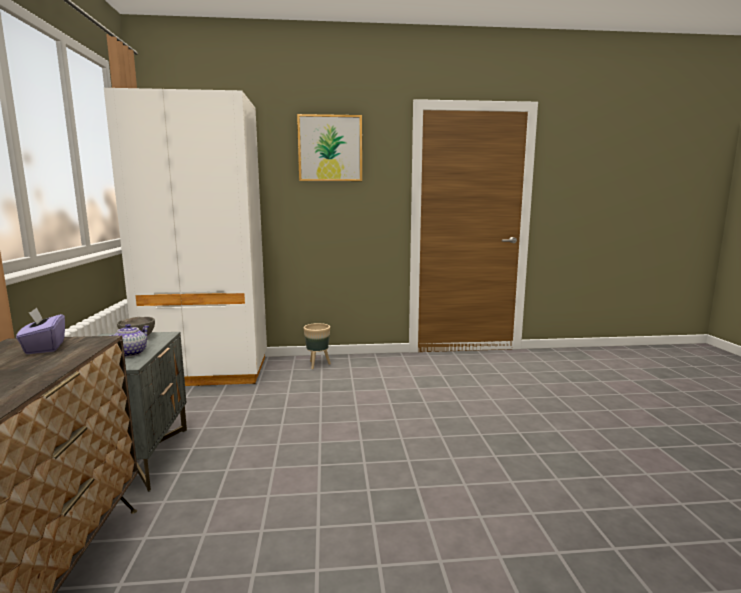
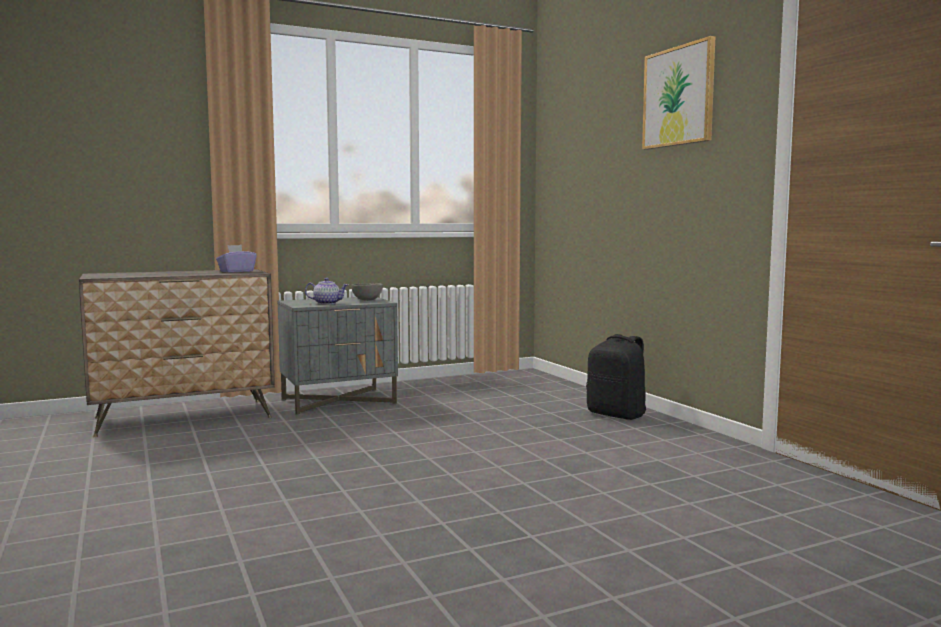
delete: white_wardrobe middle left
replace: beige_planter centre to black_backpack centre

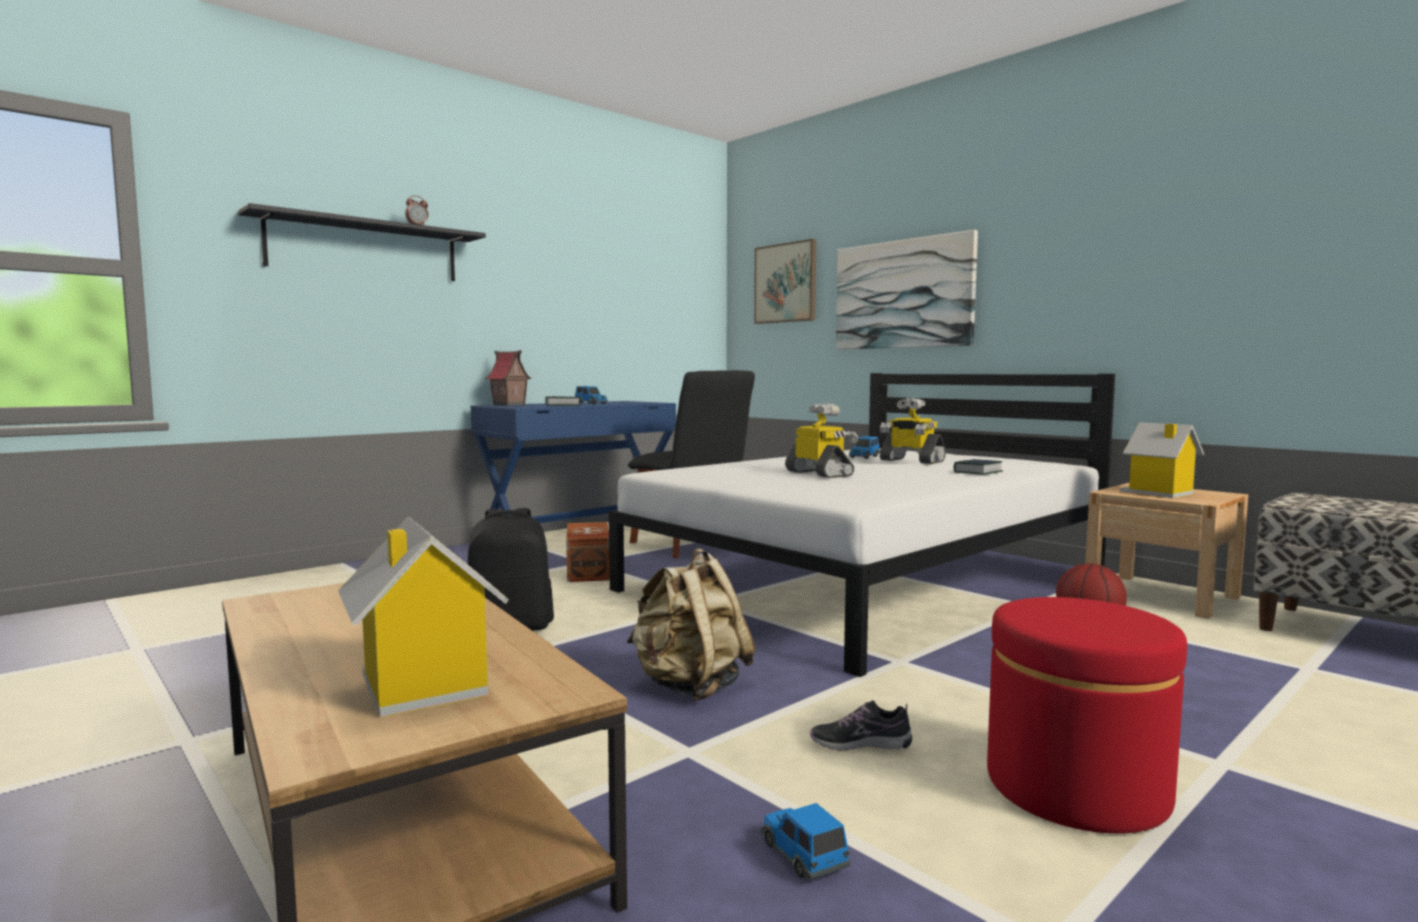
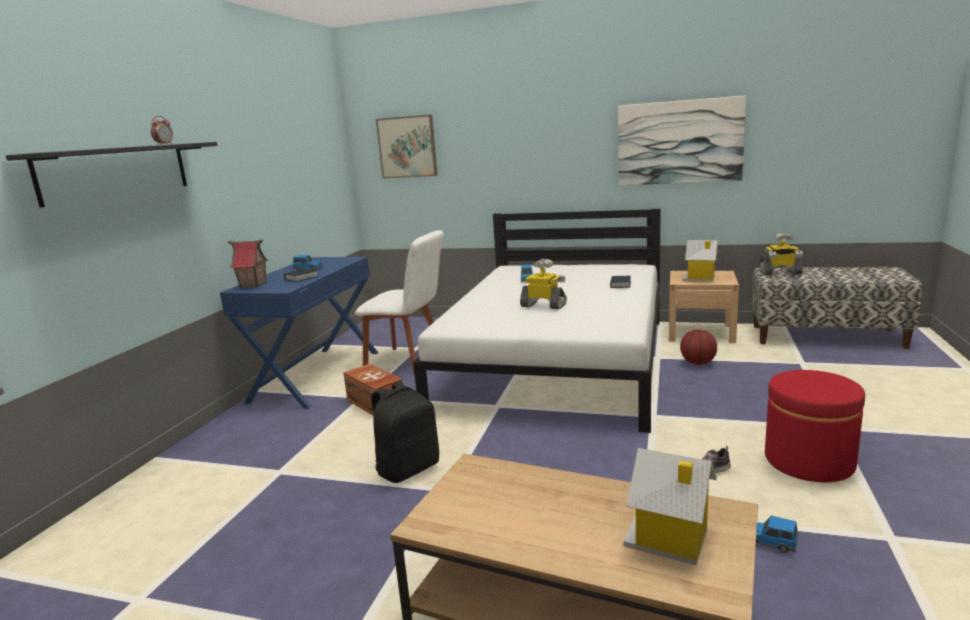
delete: beige_backpack bottom centre
move: picture (2nd from left) top centre to top right; toy_robot (2nd from left) centre to middle right
recolor: black_chair centre to white_chair centre

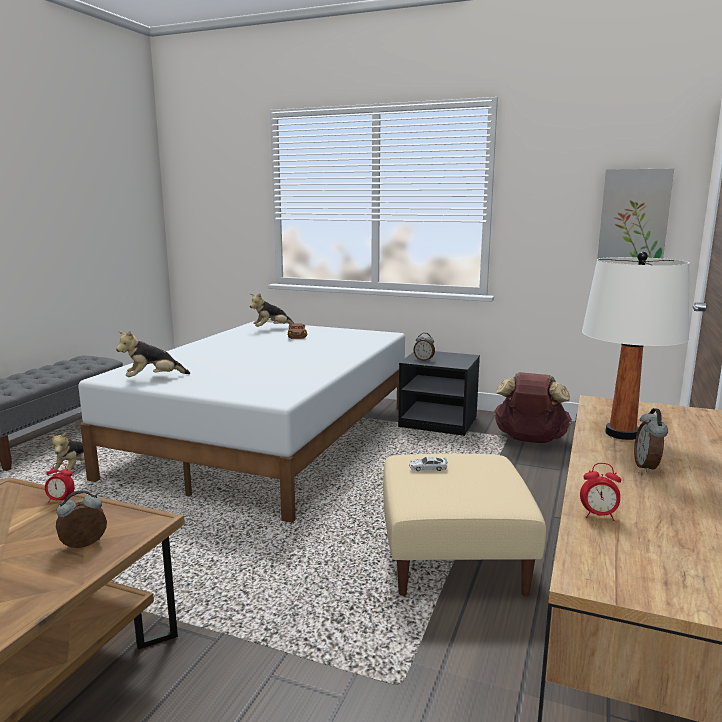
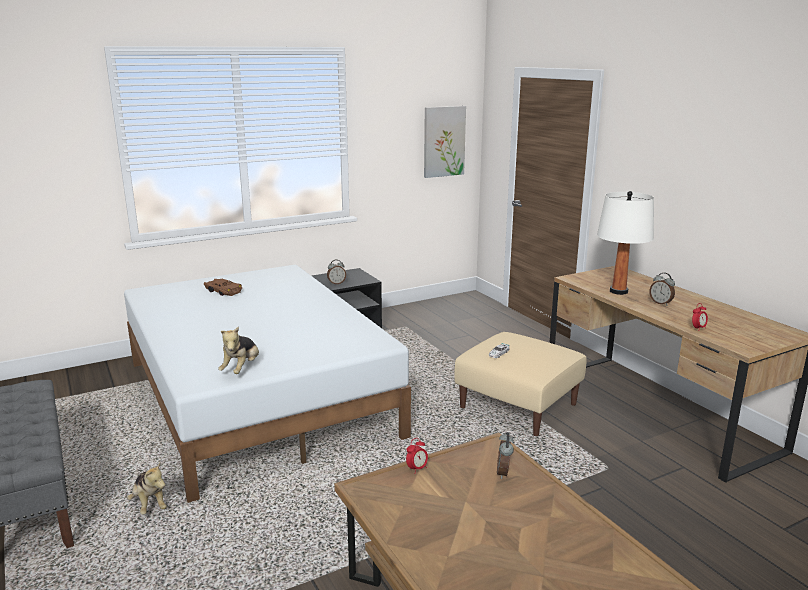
delete: plush_toy (3rd from left) centre; brown_backpack middle right

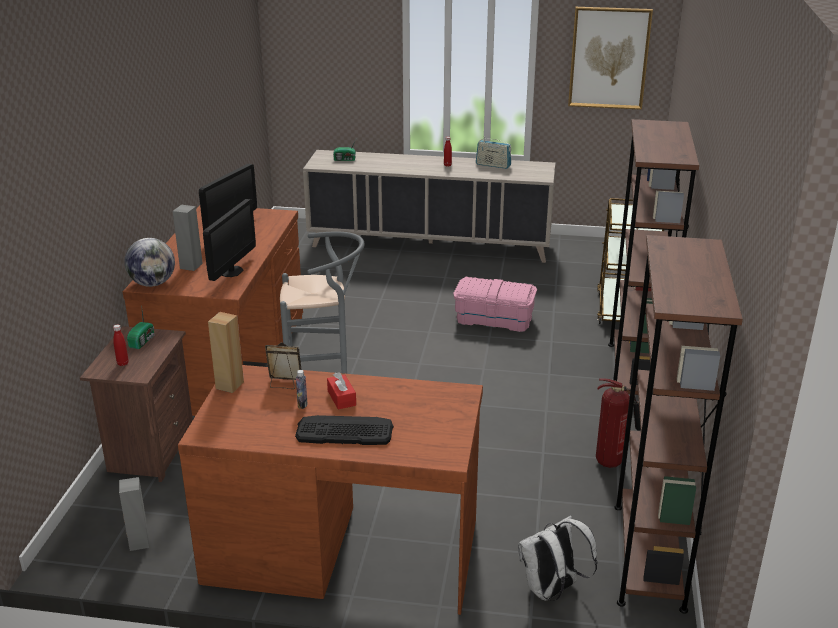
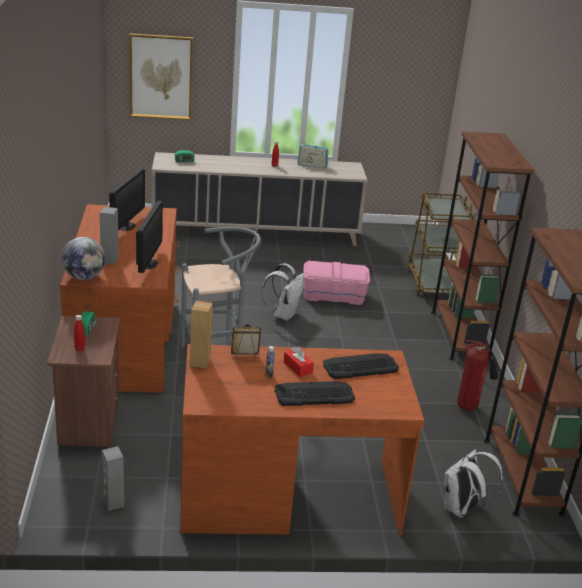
insert: white_backpack (1st from left) centre; keyboard (2nd from left) centre
move: picture top right to top left

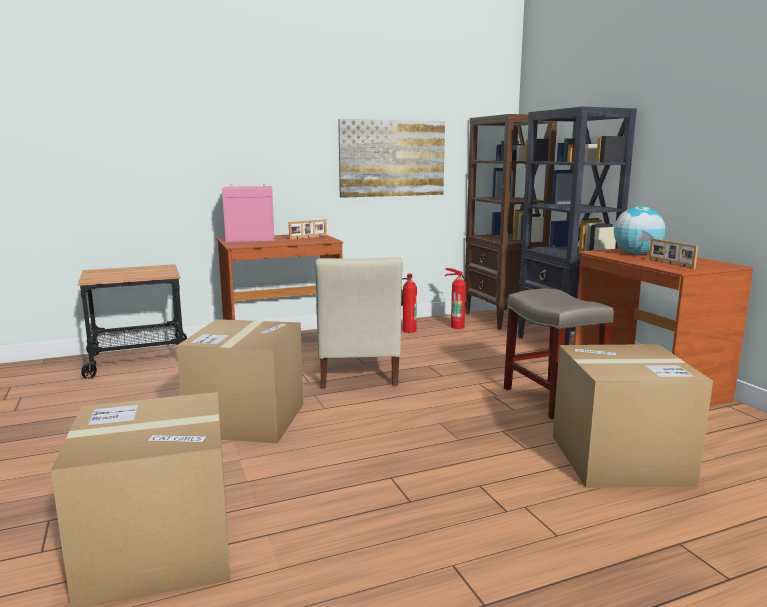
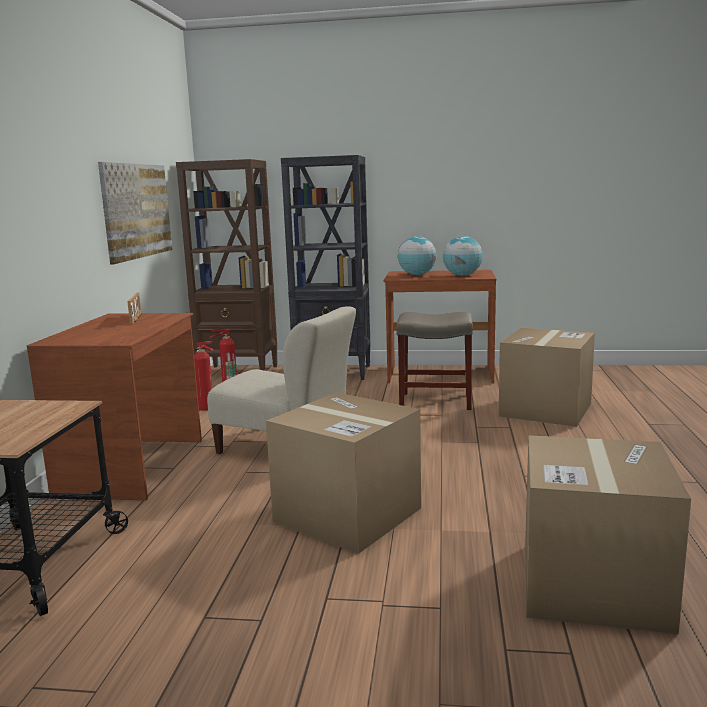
delete: pink_speaker middle left
replace: picture_frame (2nd from left) middle right to globe (2nd from left) centre

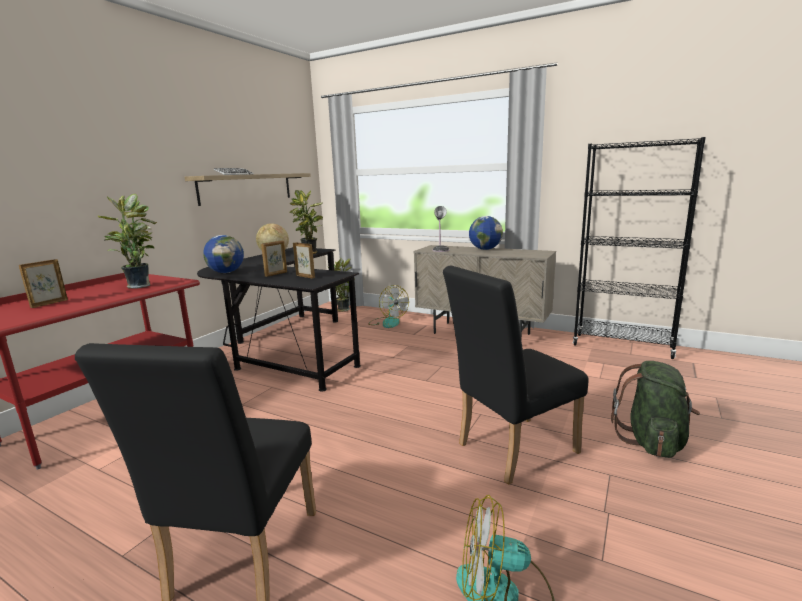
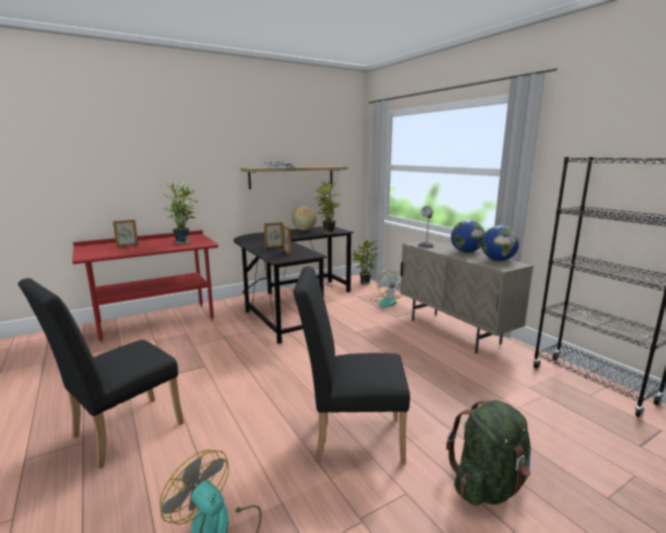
move: globe (1st from left in the first image) middle left to globe (3rd from left) middle right

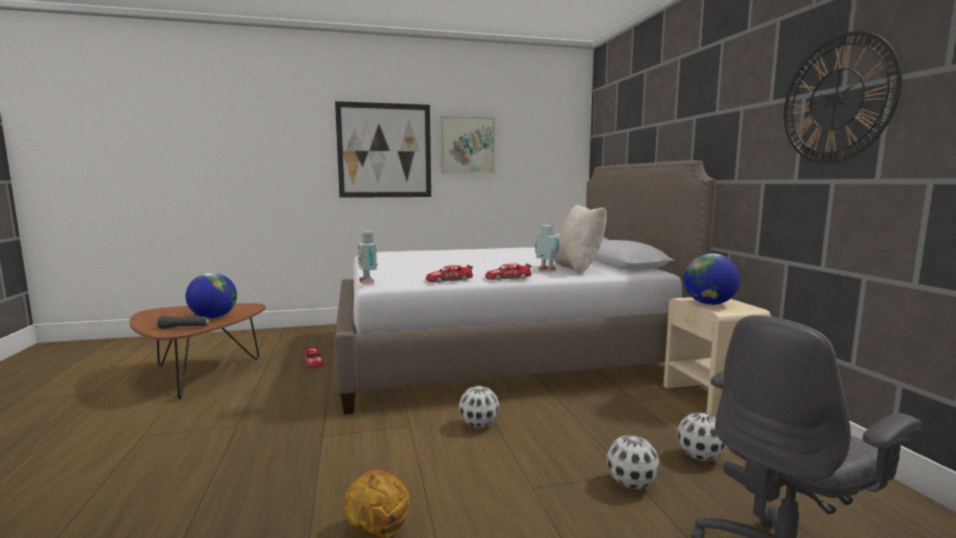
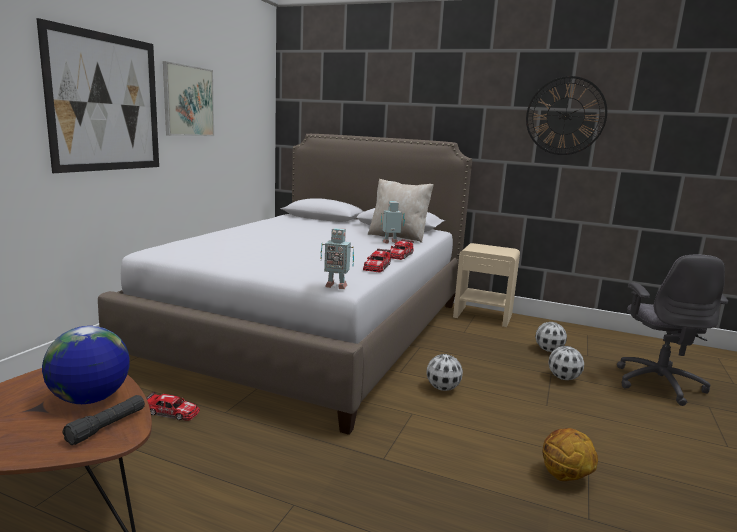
delete: globe (2nd from left) middle right

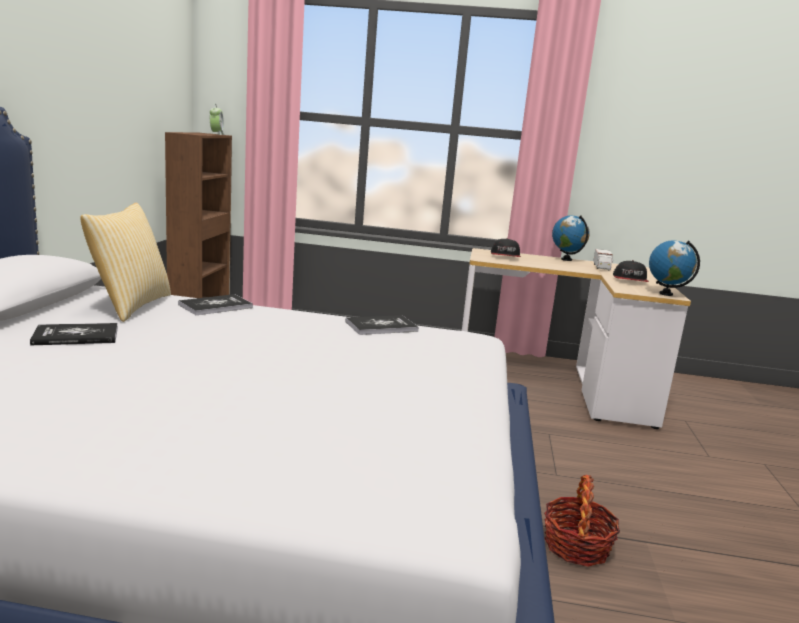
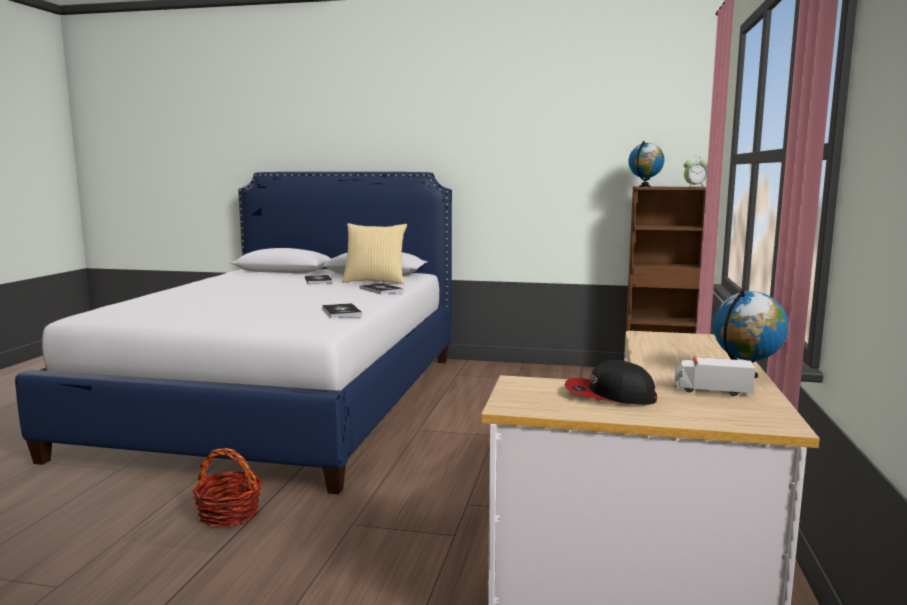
delete: cap (1st from left) centre
move: globe (2nd from left in the first image) middle right to globe (1st from left) top right

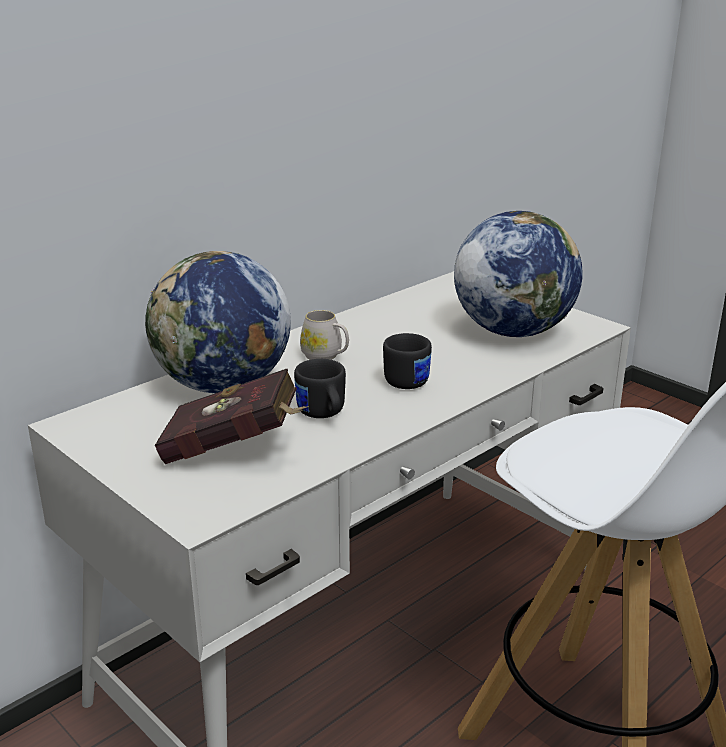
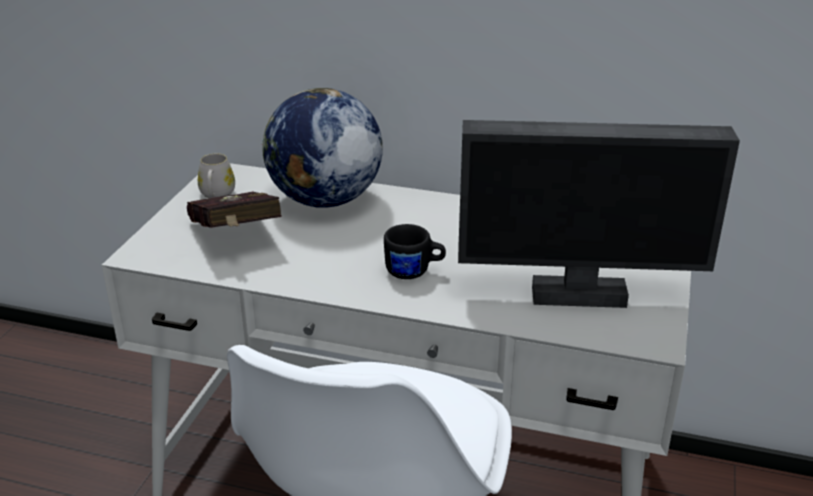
delete: black_mug (1st from left) centre
move: white_mug centre to middle left
replace: globe (2nd from left) middle right to monitor middle right

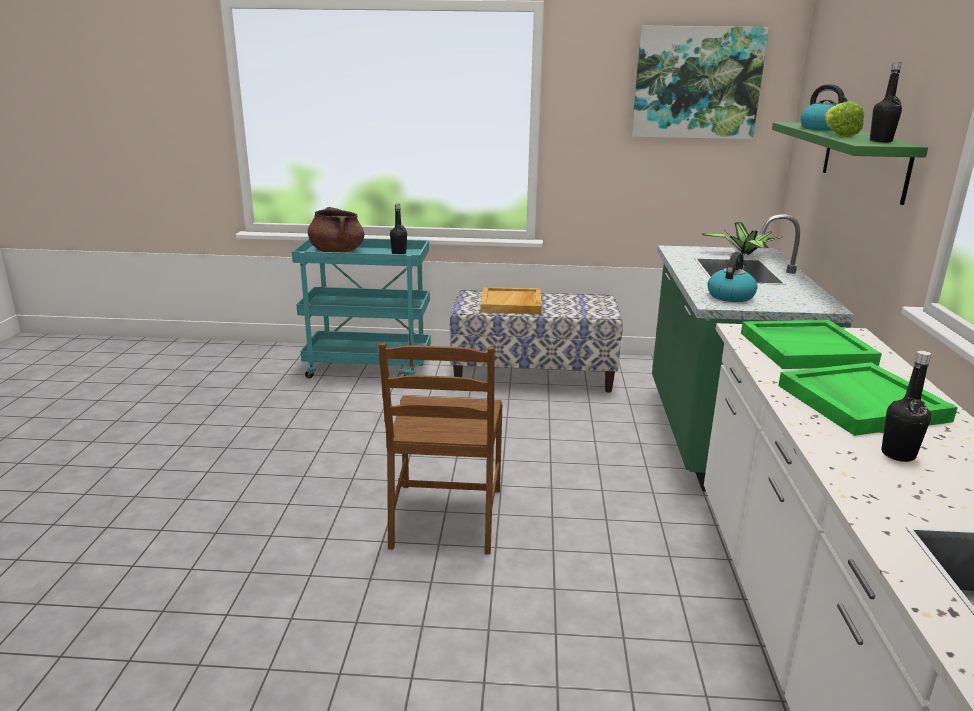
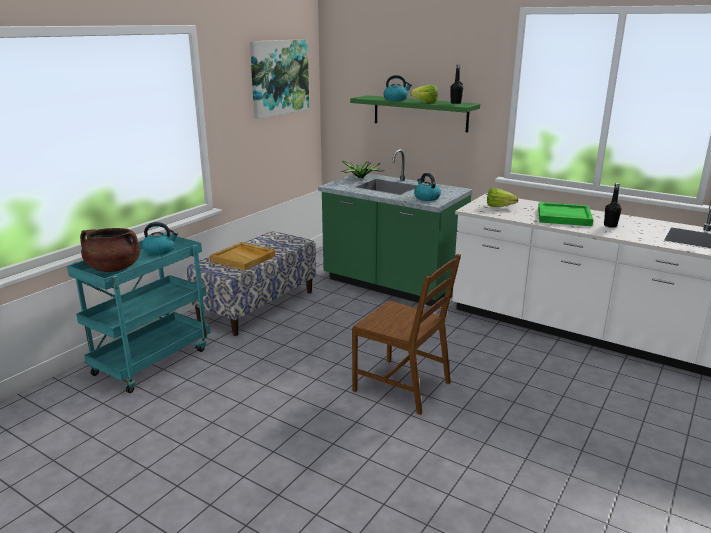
replace: black_bottle (1st from left) top centre to kettle (1st from left) middle left; green_tray (1st from left) middle right to lettuce (2nd from left) middle right

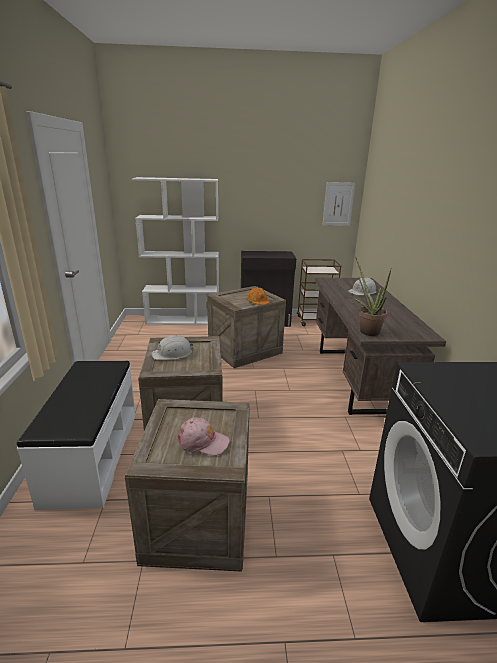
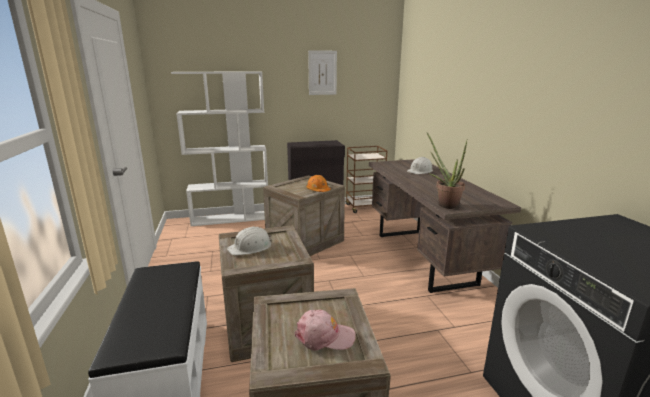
move: picture top right to top centre

